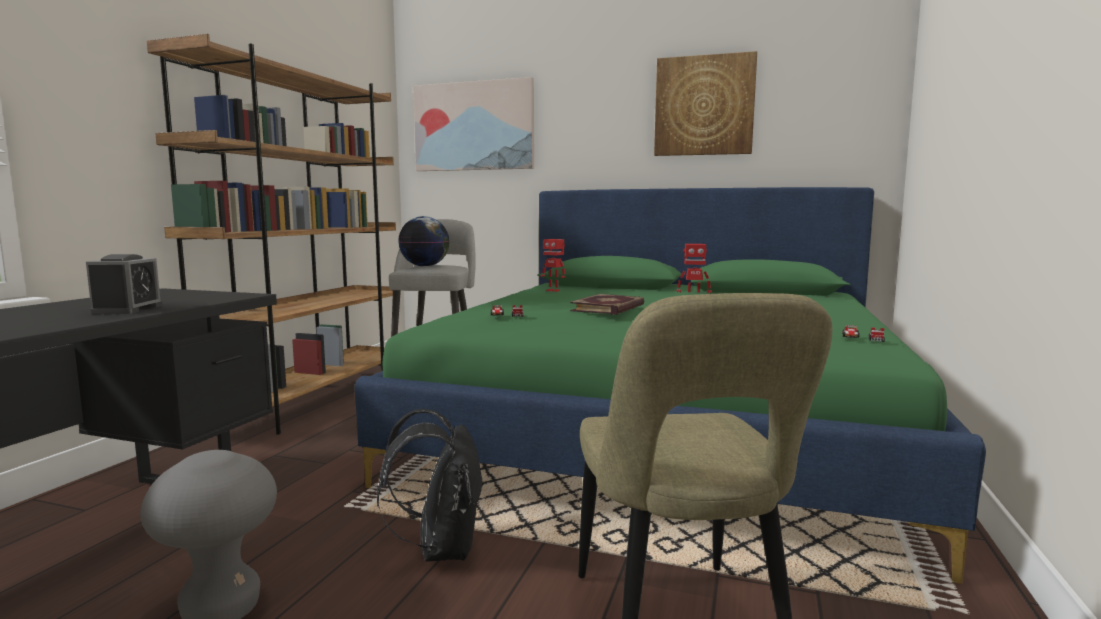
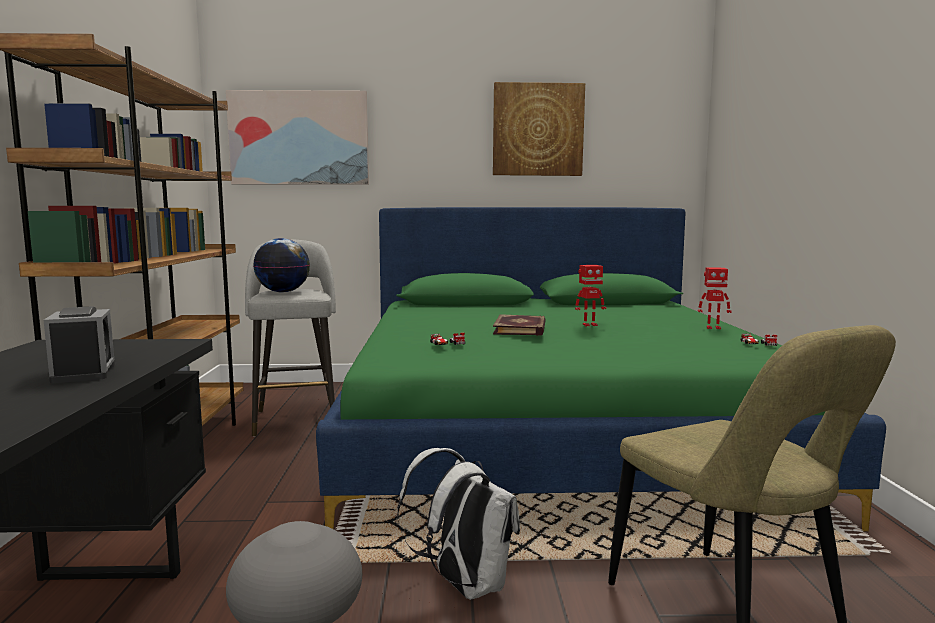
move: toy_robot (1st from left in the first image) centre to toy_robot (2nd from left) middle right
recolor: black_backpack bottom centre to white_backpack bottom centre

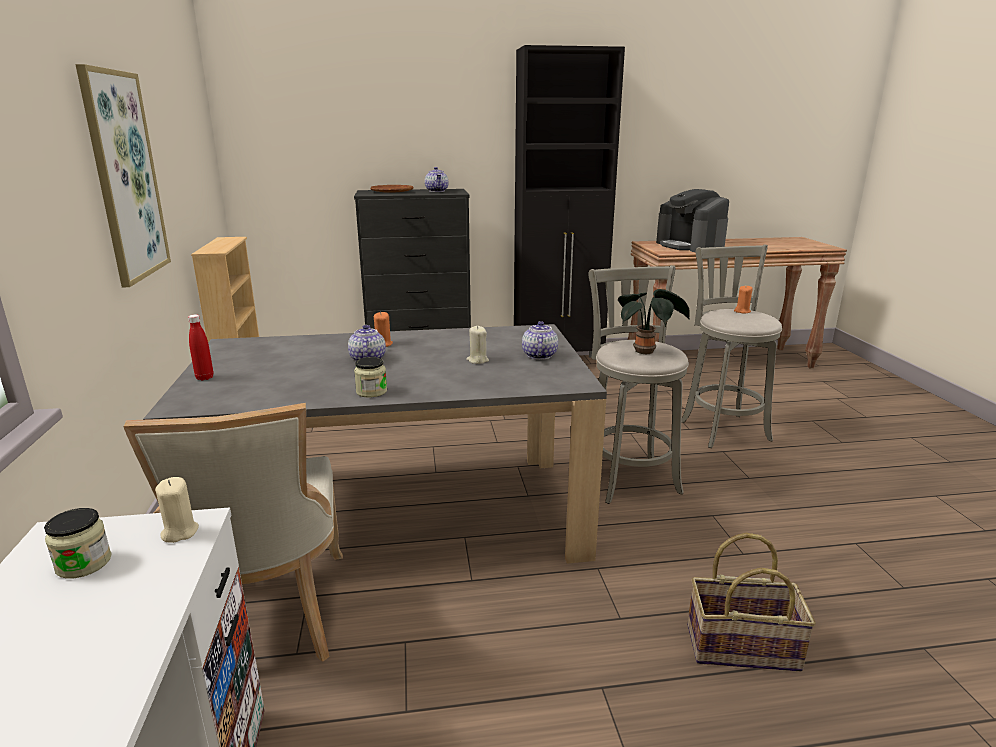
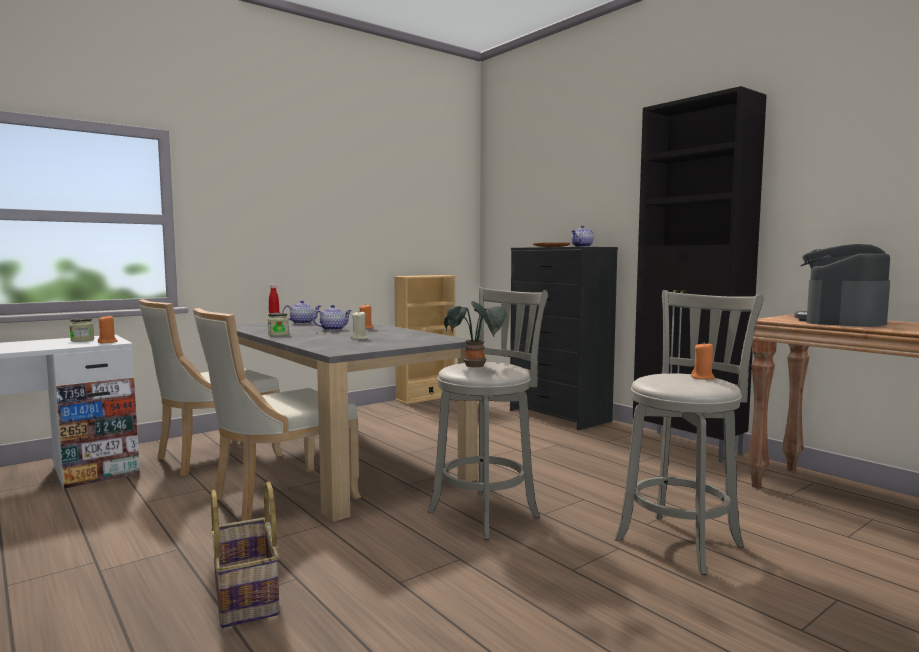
delete: picture top left
insert: beige_chair (2nd from left) middle left
move: teapot (3rd from left in the first image) centre to teapot (1st from left) middle left
recolor: beige_candle (1st from left) bottom left to orange_candle (1st from left) middle left

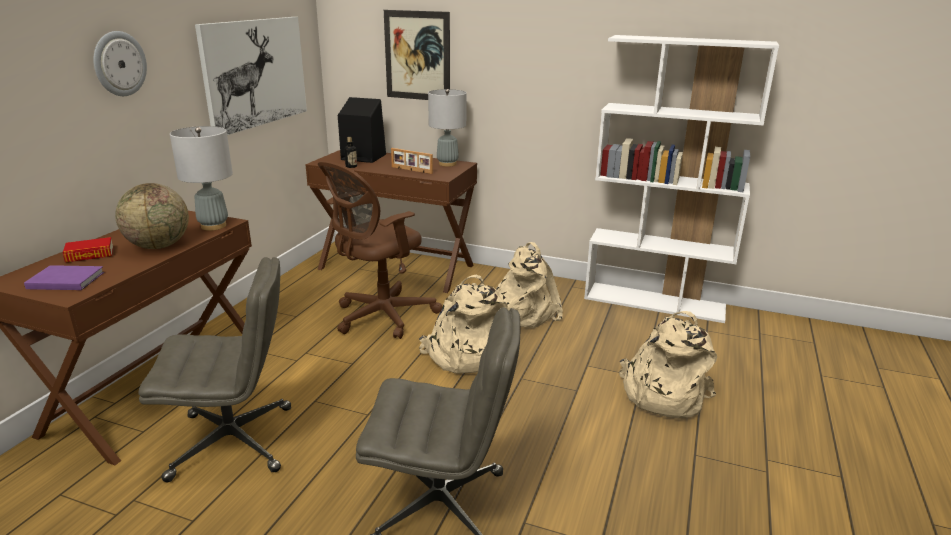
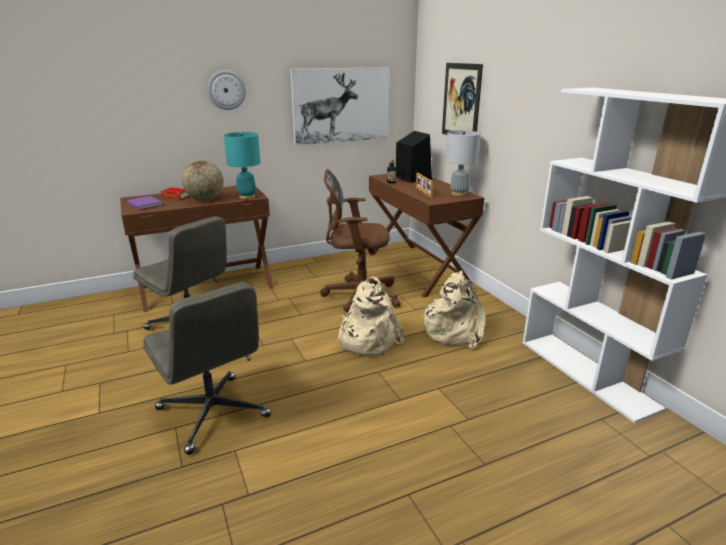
delete: beige_backpack (3rd from left) bottom right
recolor: grey_table_lamp (1st from left) top left to turquoise_table_lamp top centre

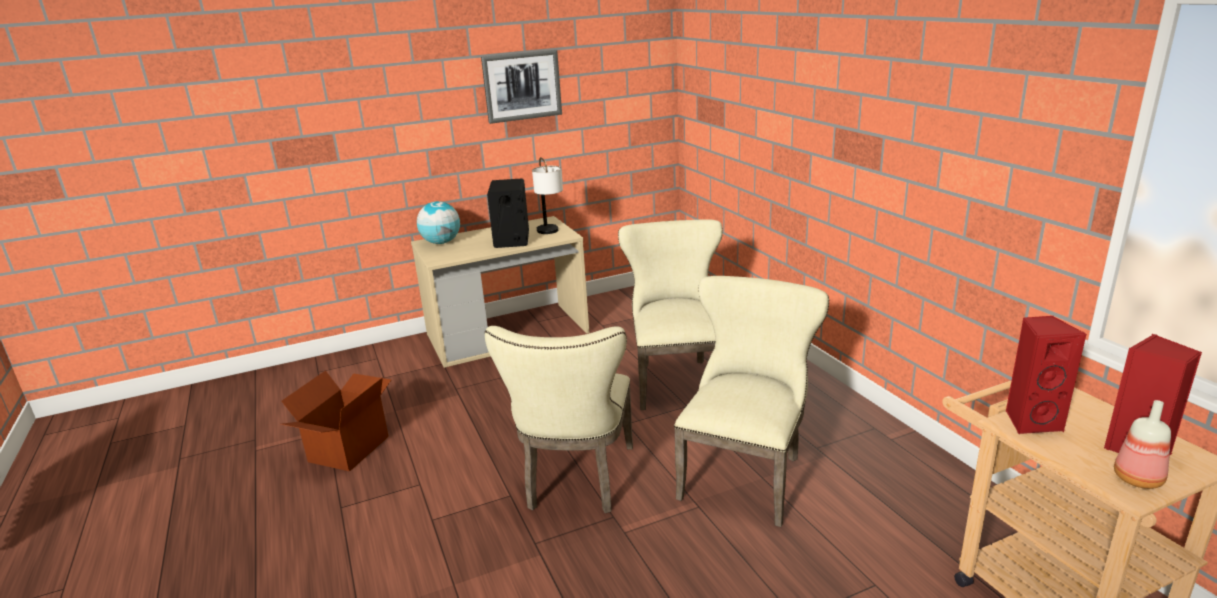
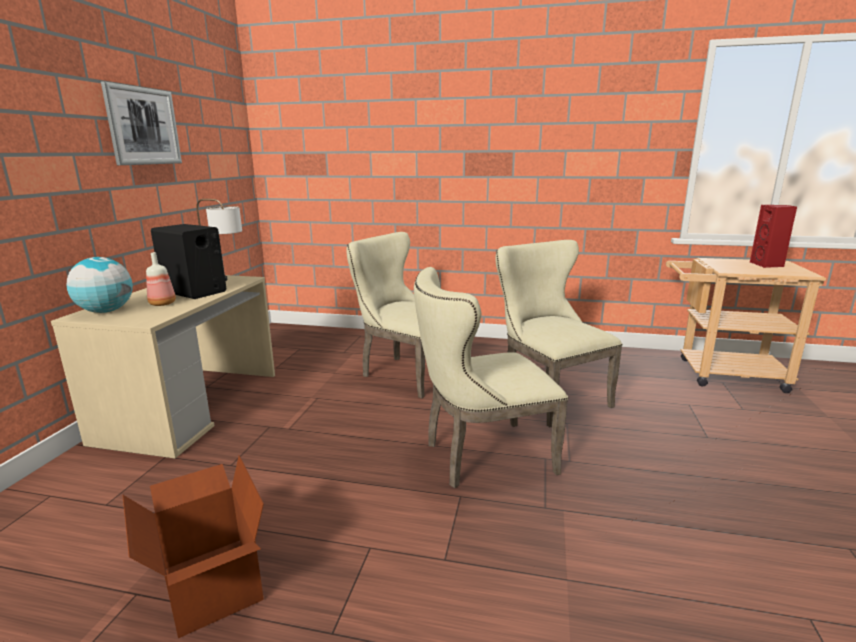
delete: red_speaker (1st from left) middle right
move: bottle bottom right to middle left
rotate: beige_chair (1st from left in the first image) bottom centre = centre 120 degrees clockwise

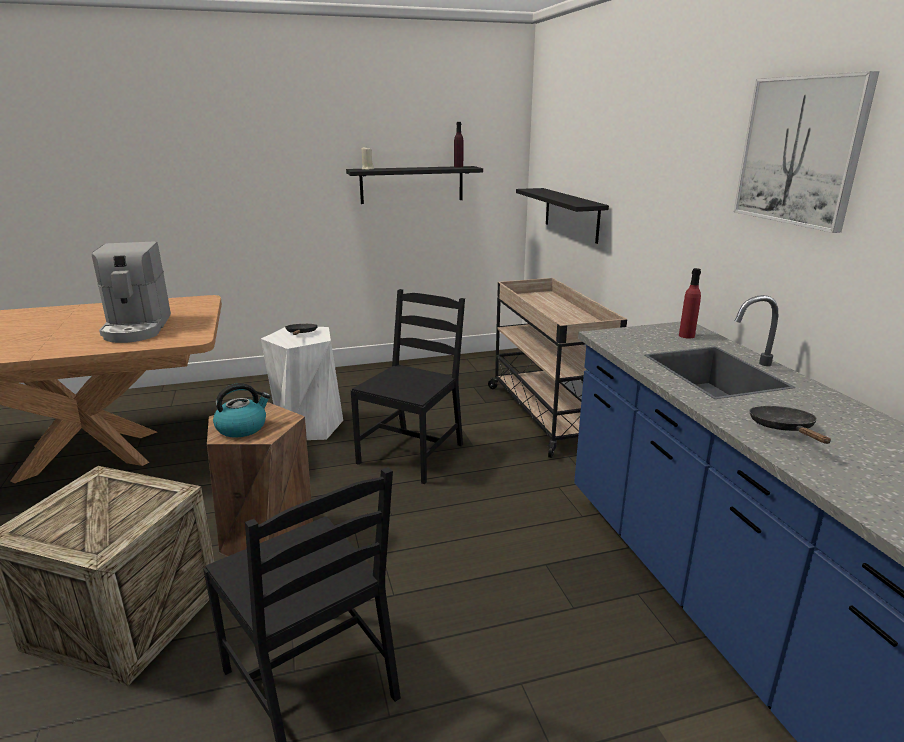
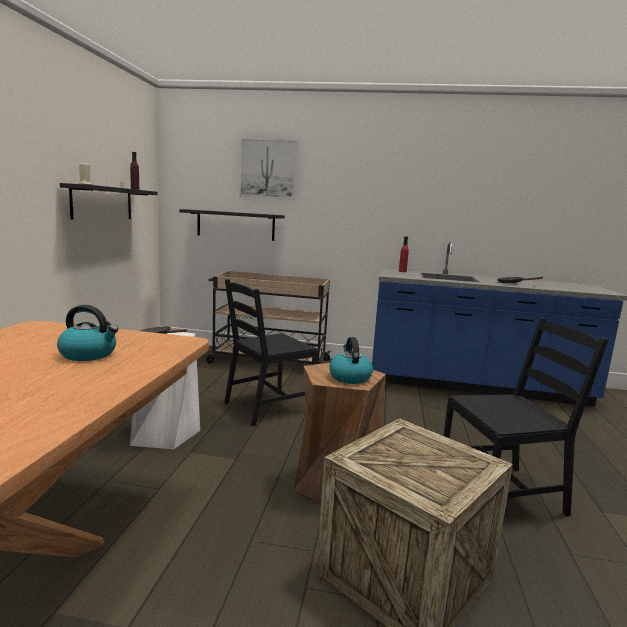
move: picture top right to top centre
replace: coffee_machine middle left to kettle (1st from left) middle left
rotate: black_chair (2nd from left in the first image) centre = centre 90 degrees counterclockwise

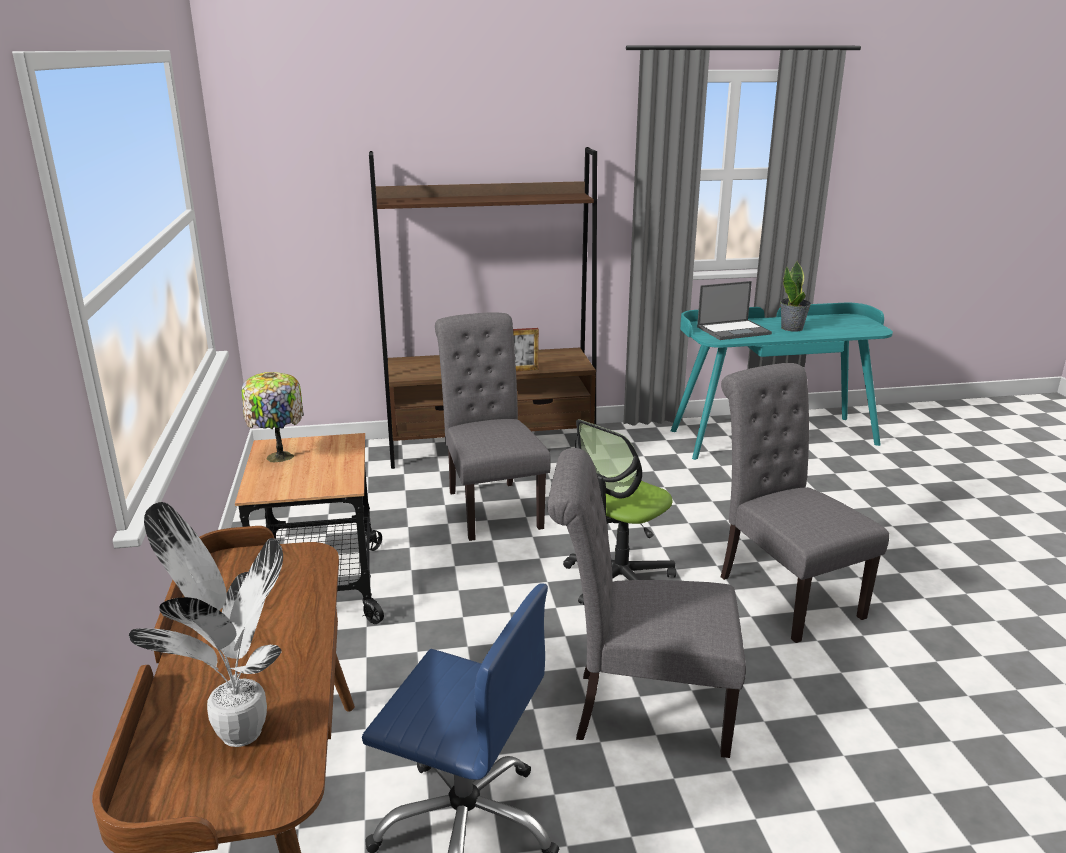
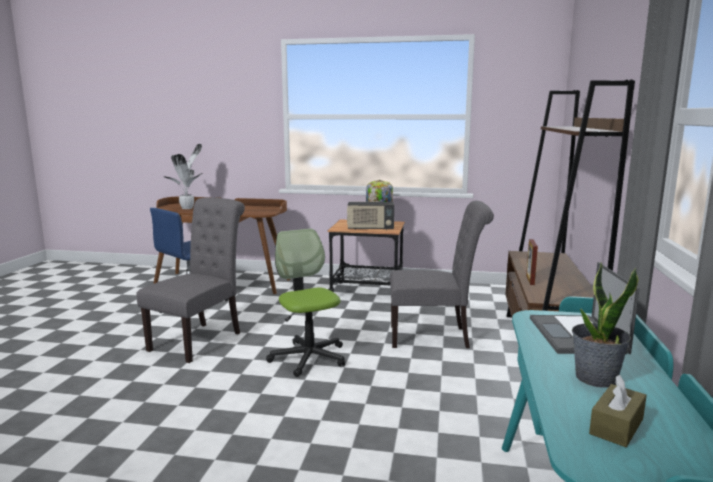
delete: grey_chair (3rd from left) middle right
insert: radio centre; brown_tissue_box bottom right

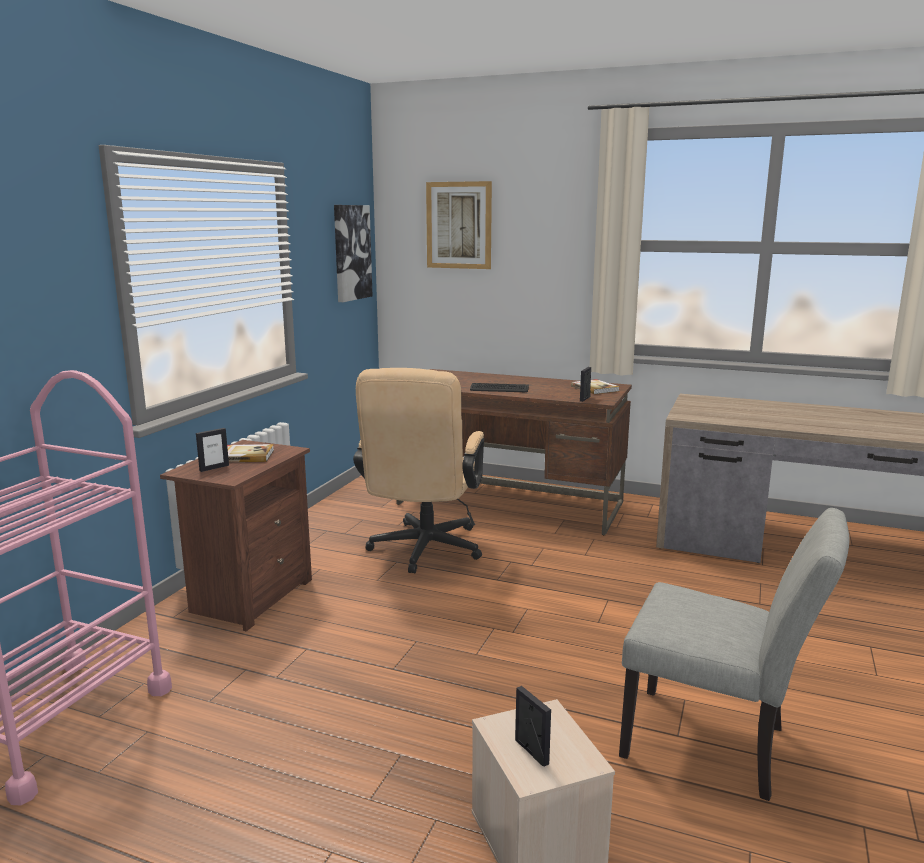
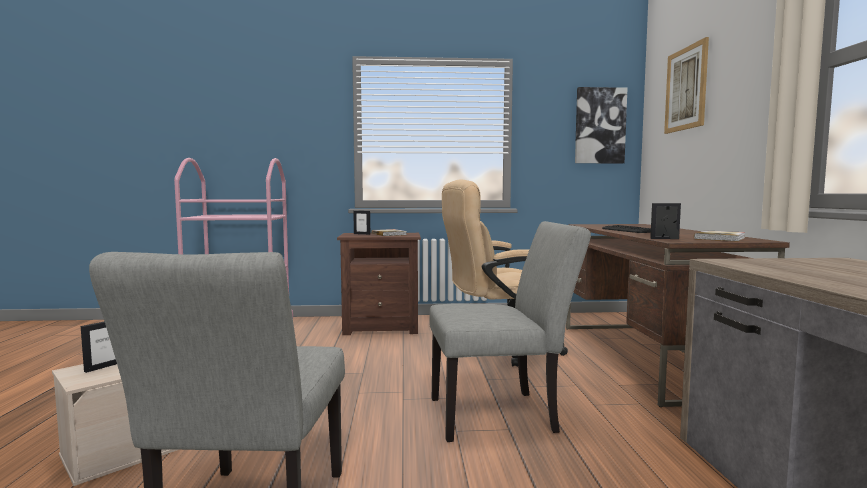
insert: grey_chair (2nd from left) bottom centre

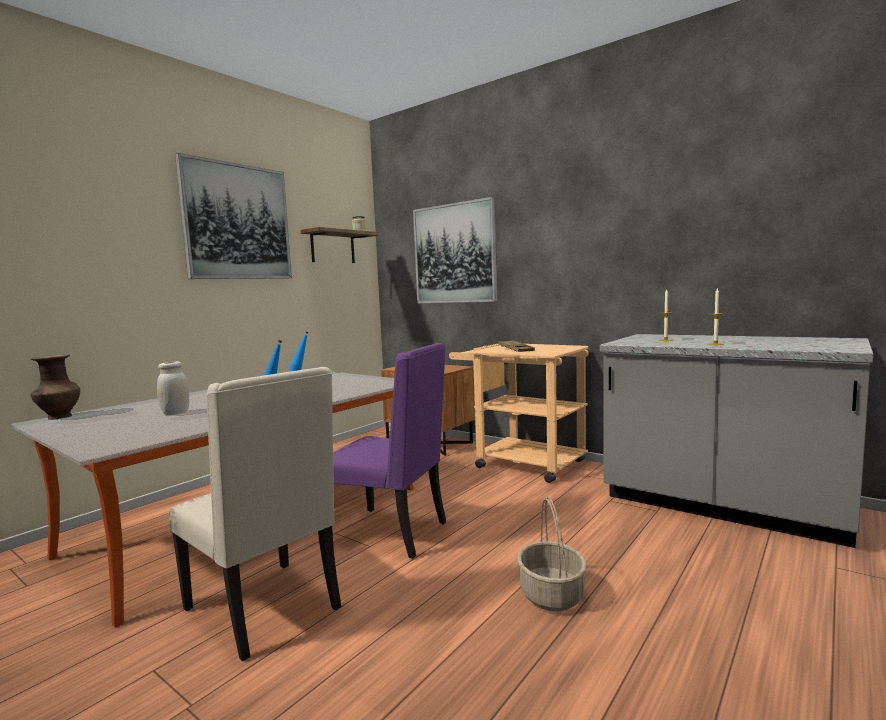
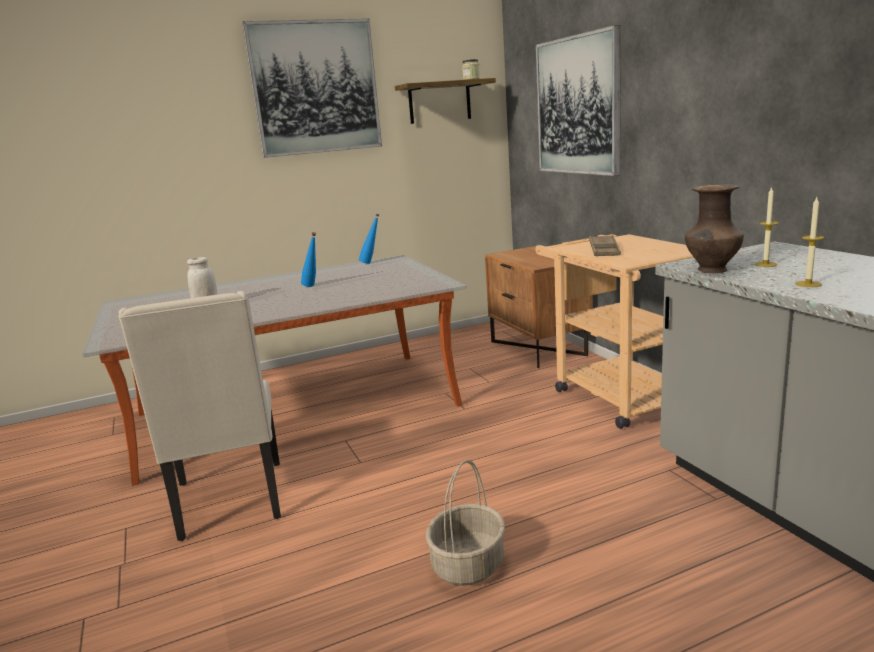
delete: purple_chair centre
move: brown_vase middle left to middle right

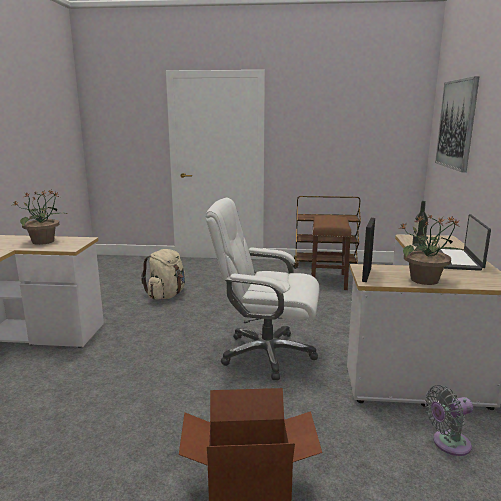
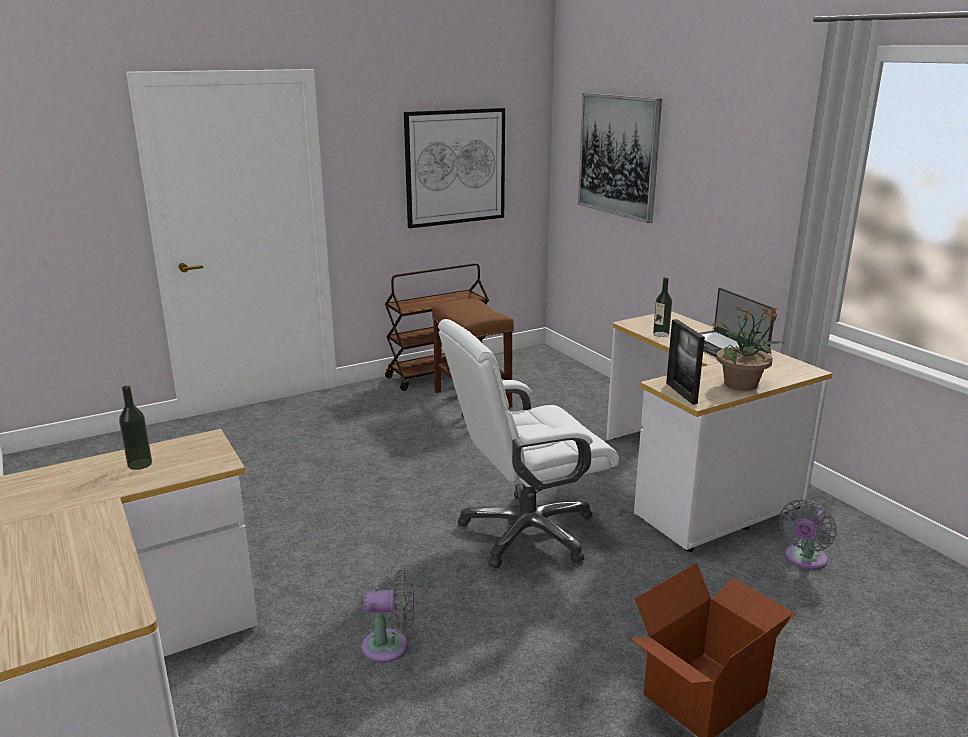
delete: beige_backpack middle left
insert: grey_fan (1st from left) bottom centre; picture (1st from left) top centre
replace: potted_plant (1st from left) middle left to bottle (1st from left) middle left

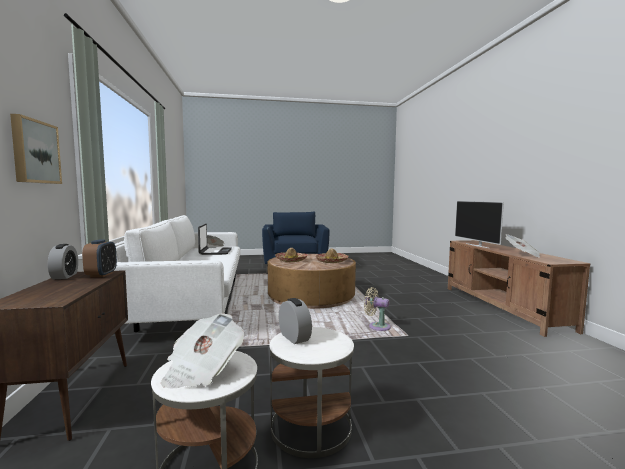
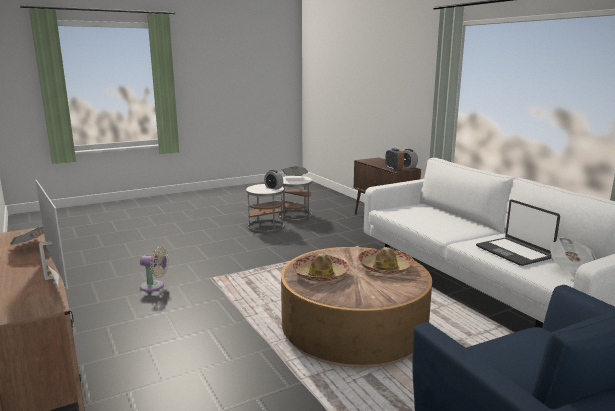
delete: picture top left
move: beige_fan centre to middle left

